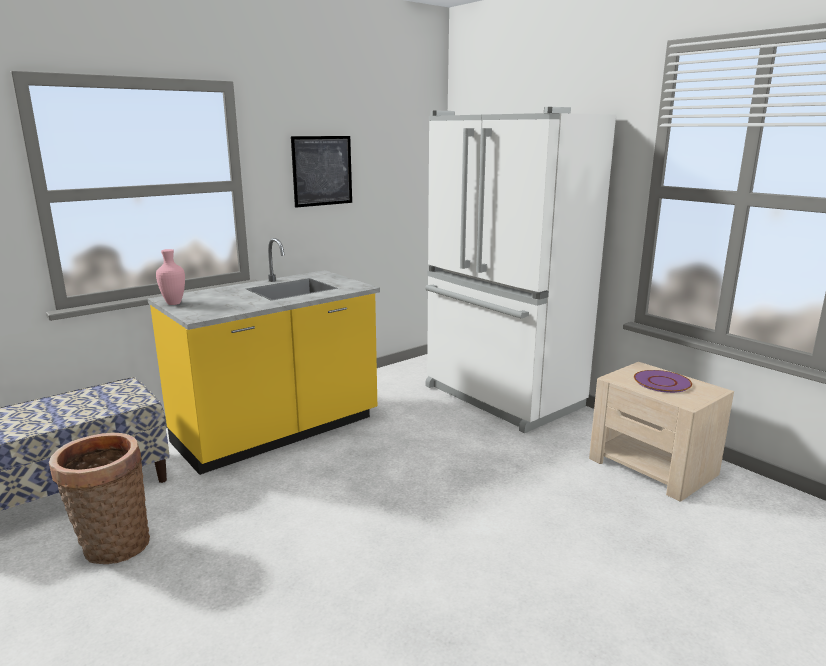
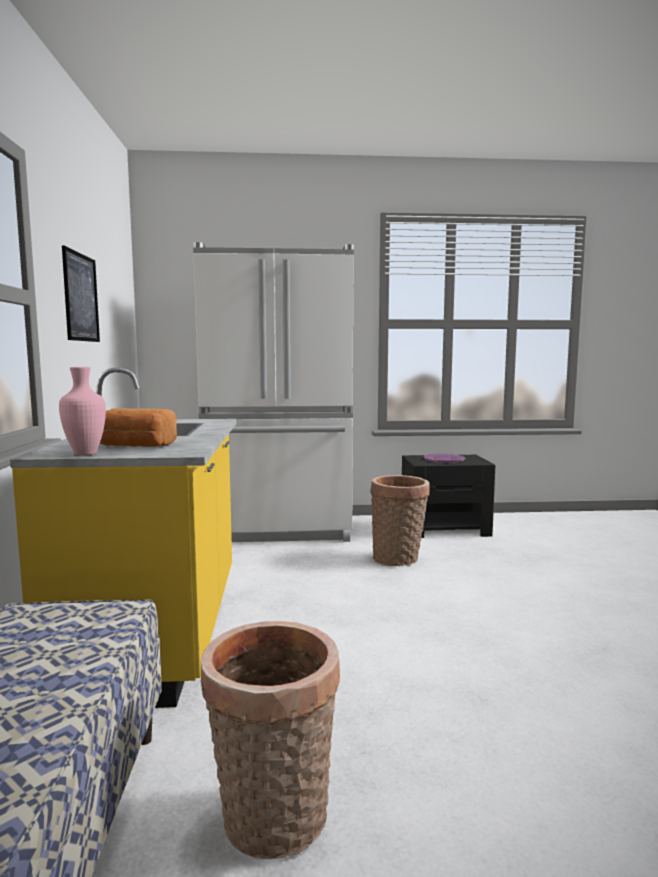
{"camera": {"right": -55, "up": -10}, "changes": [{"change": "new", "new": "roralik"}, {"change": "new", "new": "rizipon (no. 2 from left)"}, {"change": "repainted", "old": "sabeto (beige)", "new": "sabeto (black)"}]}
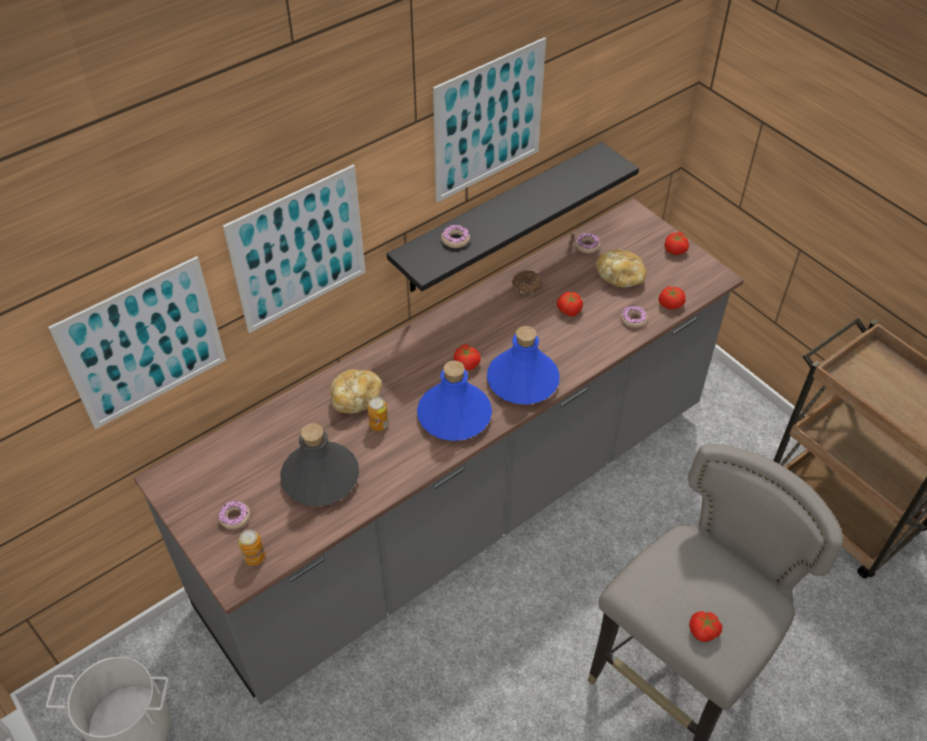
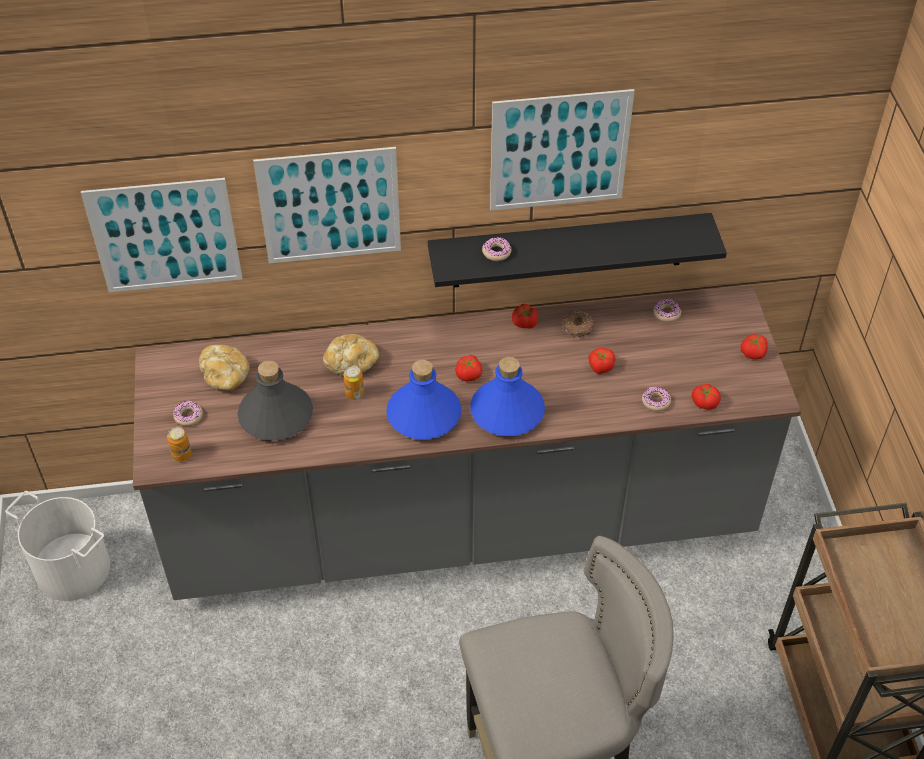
{"camera": {"right": 30, "up": 0}, "changes": [{"change": "shifted", "old": "roralik (no. 2 from left in the first image)", "new": "roralik (no. 1 from left)"}, {"change": "shifted", "old": "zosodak (no. 5 from left in the first image)", "new": "zosodak (no. 2 from left)"}]}
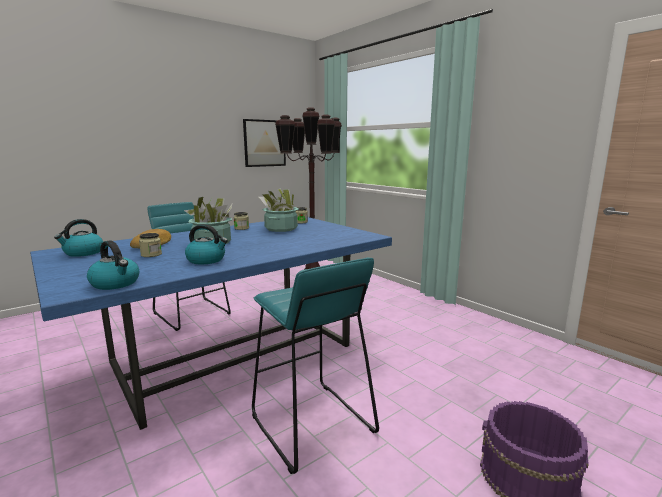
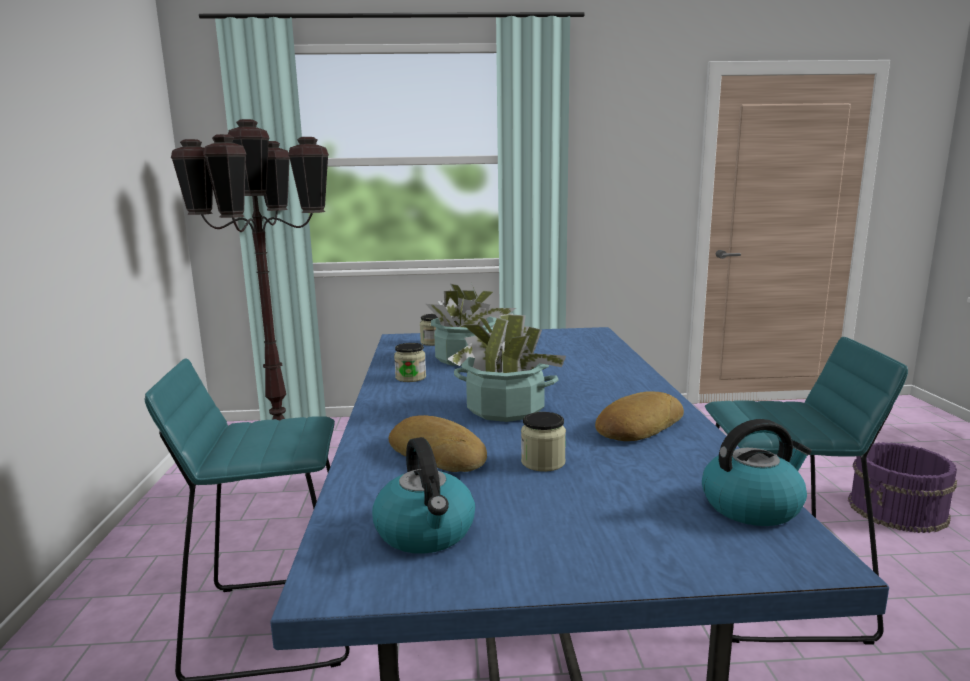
{"camera": {"right": -55, "up": 0}, "changes": [{"change": "gone", "old": "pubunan"}, {"change": "swapped", "old": "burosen (no. 3 from left)", "new": "roralik (no. 2 from left)"}]}
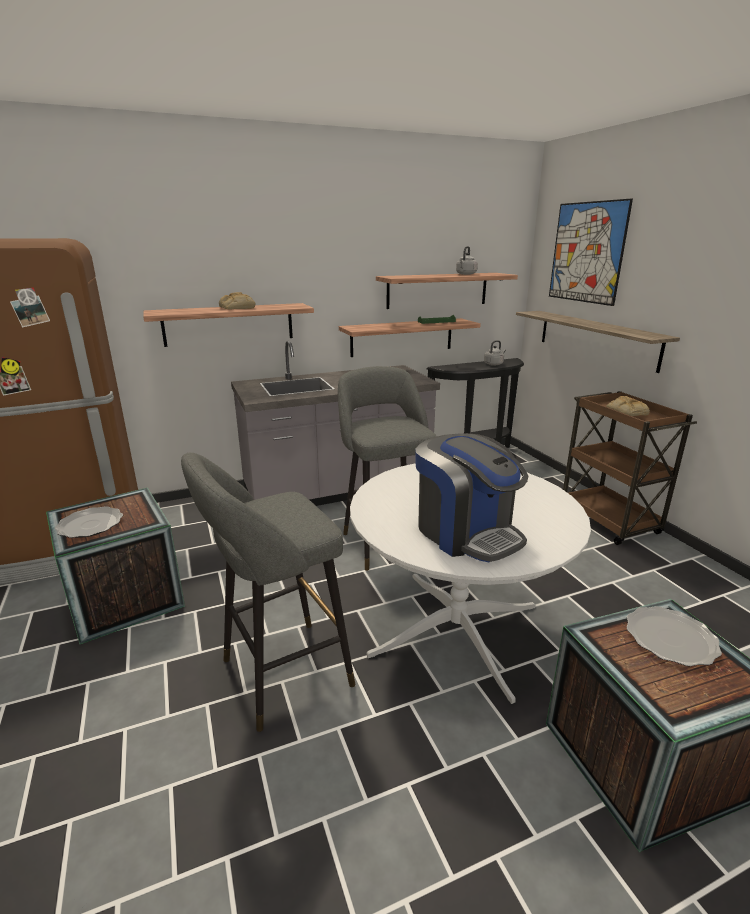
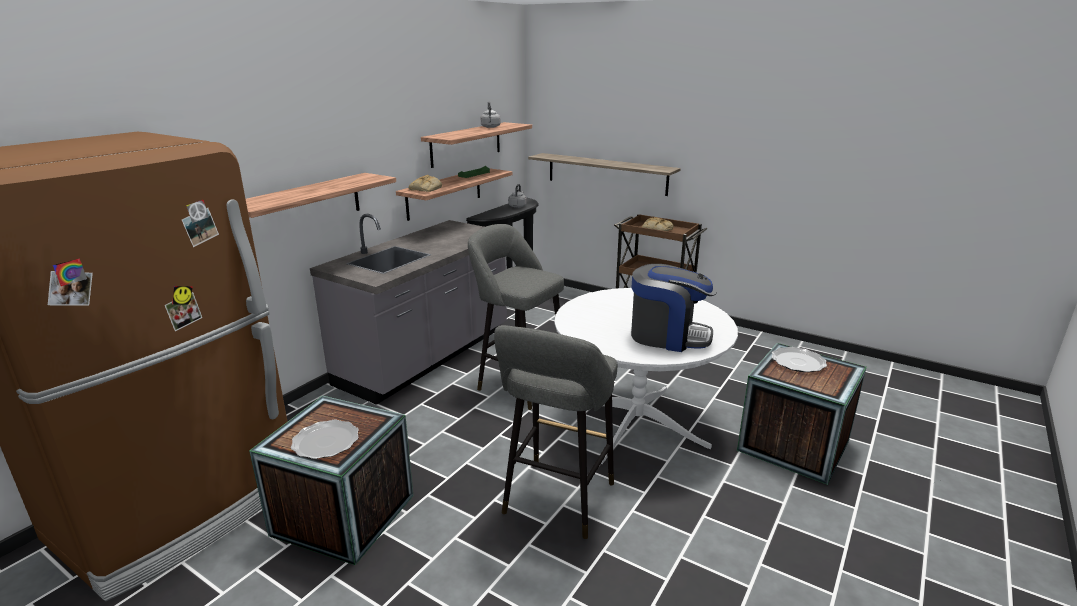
{"camera": {"right": -35, "up": 0}, "changes": [{"change": "gone", "old": "pubunan"}, {"change": "shifted", "old": "roralik (no. 1 from left)"}]}
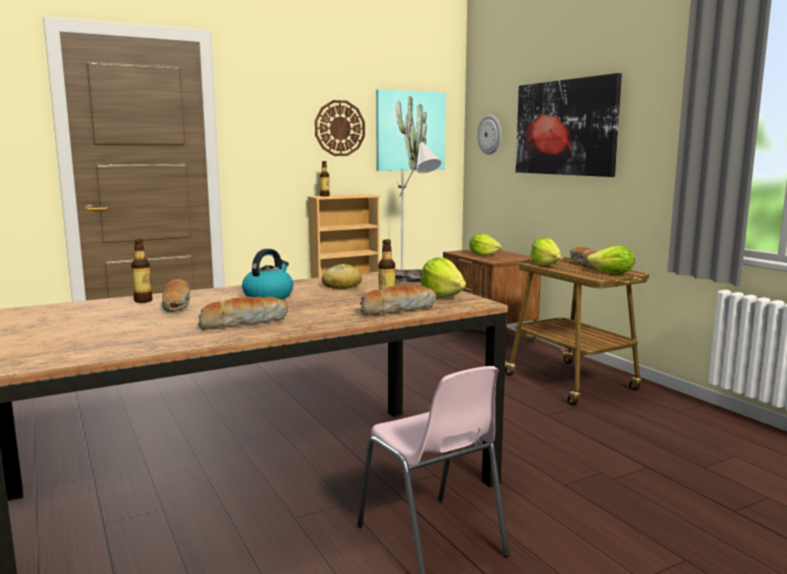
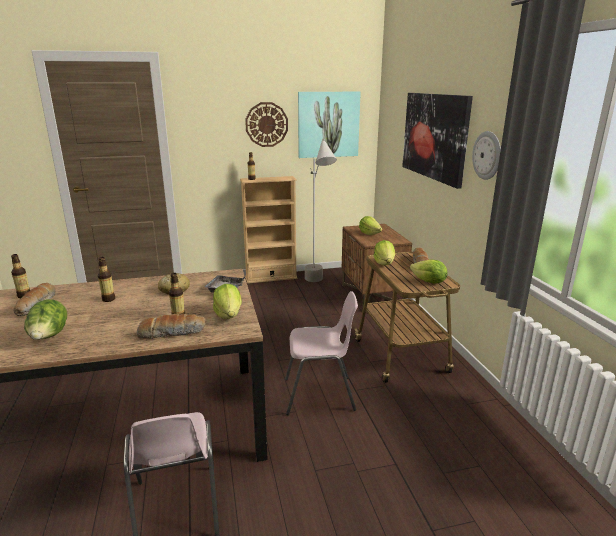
{"camera": {"right": 15, "up": 10}, "changes": [{"change": "new", "new": "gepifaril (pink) (no. 2 from left)"}, {"change": "shifted", "old": "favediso (no. 2 from left)"}, {"change": "swapped", "old": "roralik (no. 2 from left)", "new": "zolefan (no. 1 from left)"}, {"change": "swapped", "old": "burosen", "new": "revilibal (no. 2 from left)"}]}
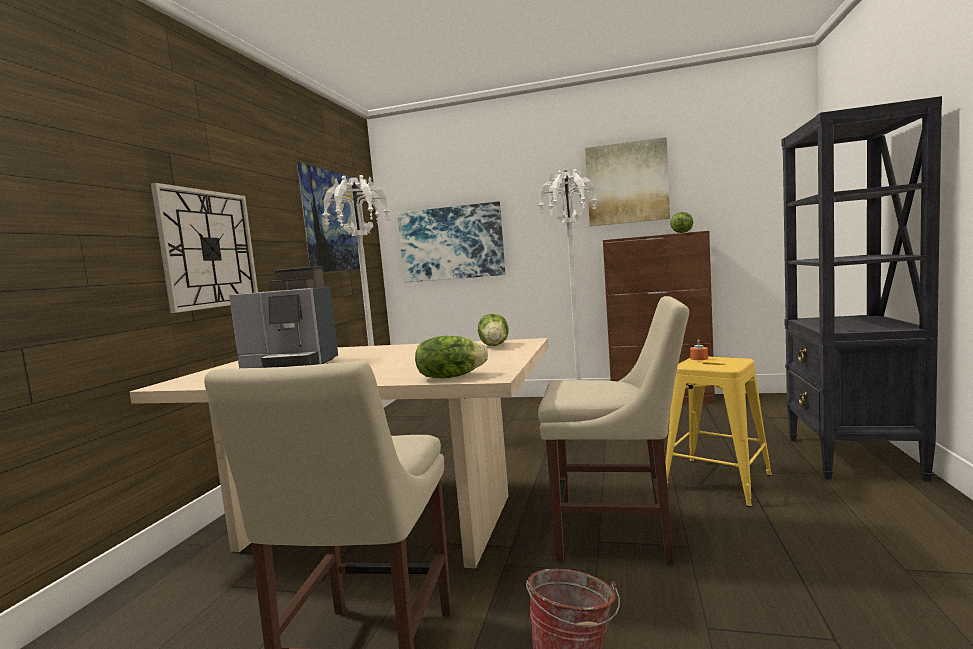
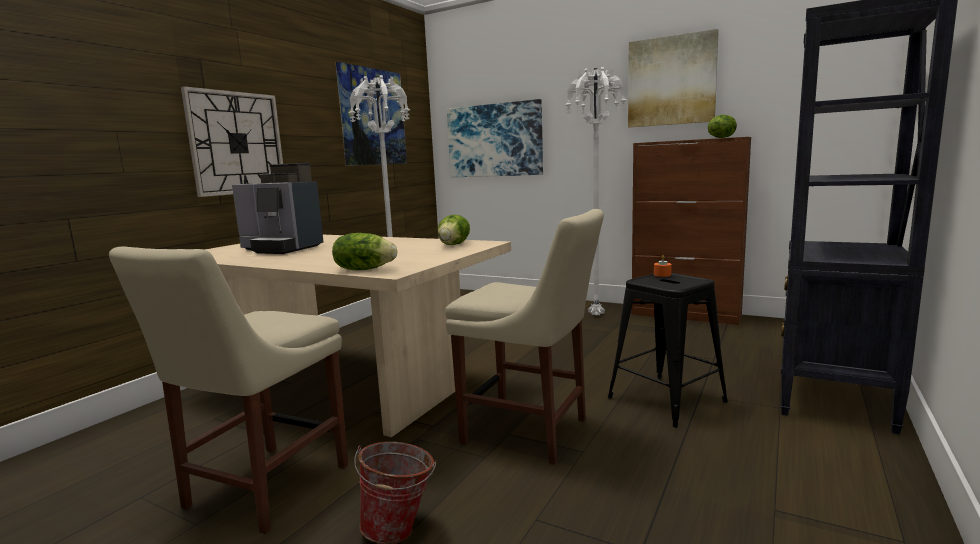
{"camera": {"right": 15, "up": 5}, "changes": [{"change": "repainted", "old": "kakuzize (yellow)", "new": "kakuzize (black)"}]}
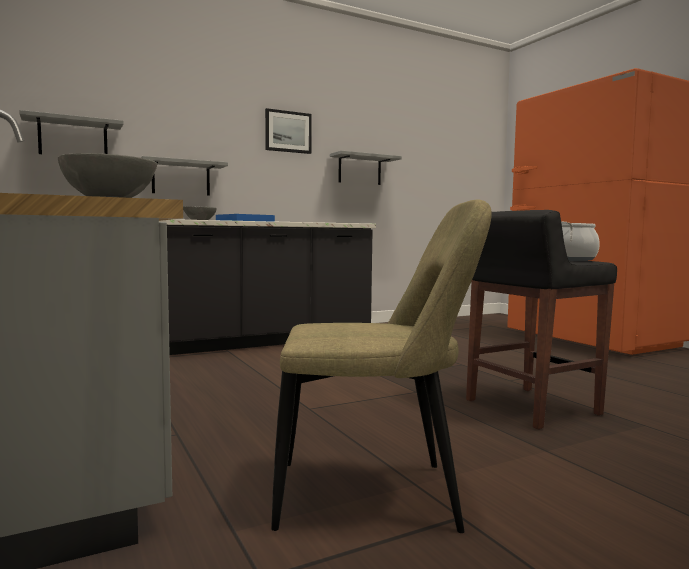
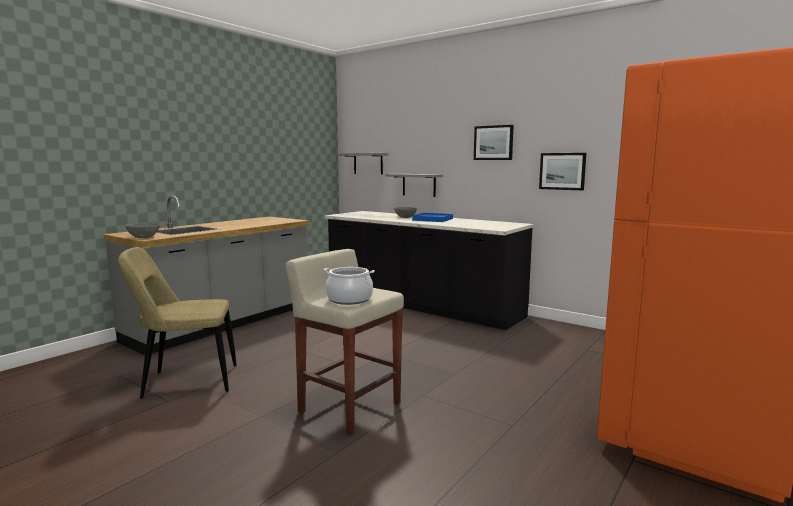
{"camera": {"right": 65, "up": 5}, "changes": [{"change": "swapped", "old": "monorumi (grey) (no. 3 from left)", "new": "pubunan (no. 2 from left)"}, {"change": "repainted", "old": "kakuzize (black)", "new": "kakuzize (beige)"}, {"change": "rotated", "old": "gepifaril (beige)", "degrees": 105}]}
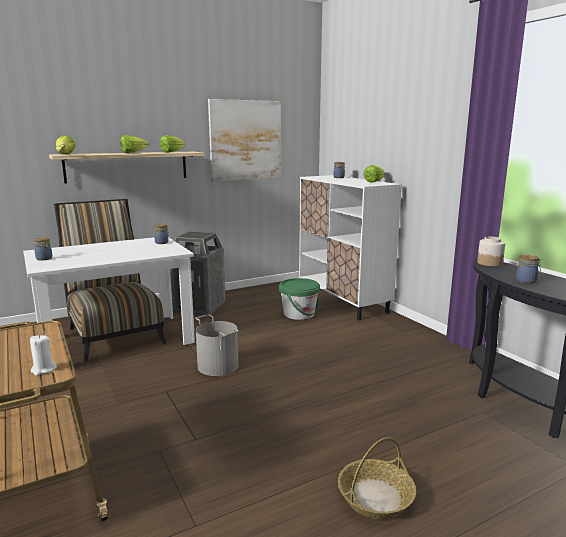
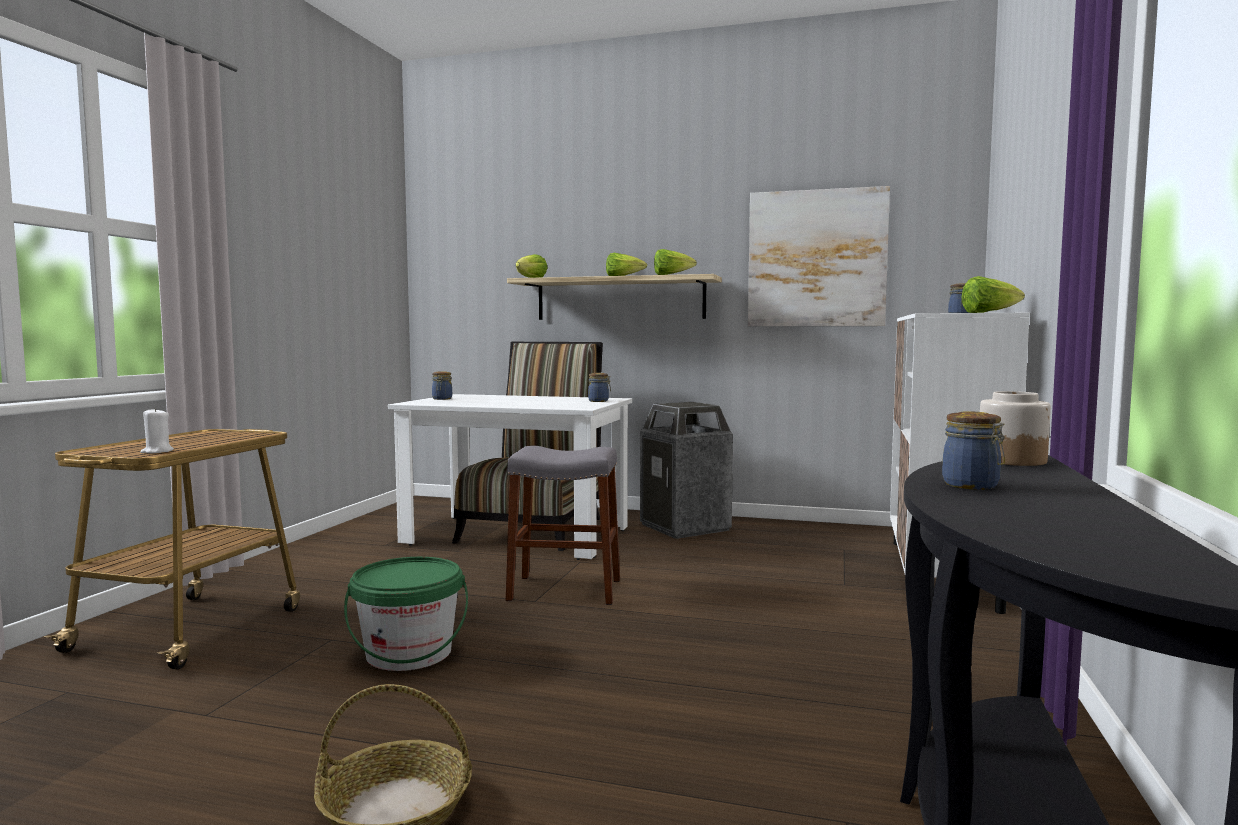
{"camera": {"right": 45, "up": -10}, "changes": [{"change": "shifted", "old": "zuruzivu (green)"}, {"change": "swapped", "old": "zuruzivu (grey)", "new": "kakuzize (grey)"}]}
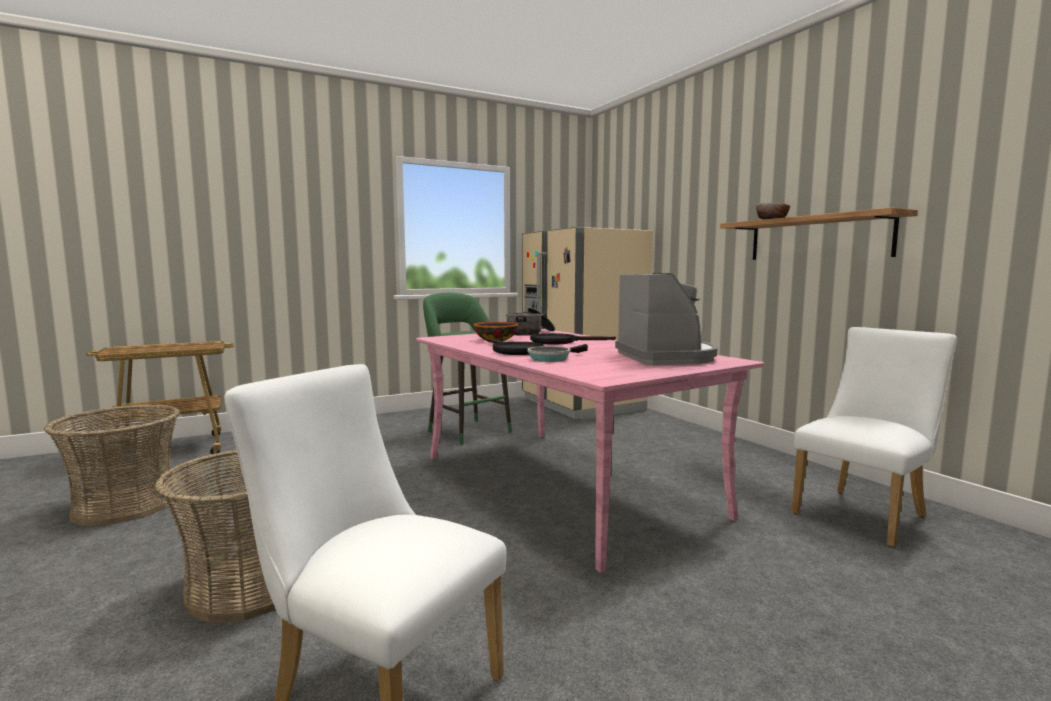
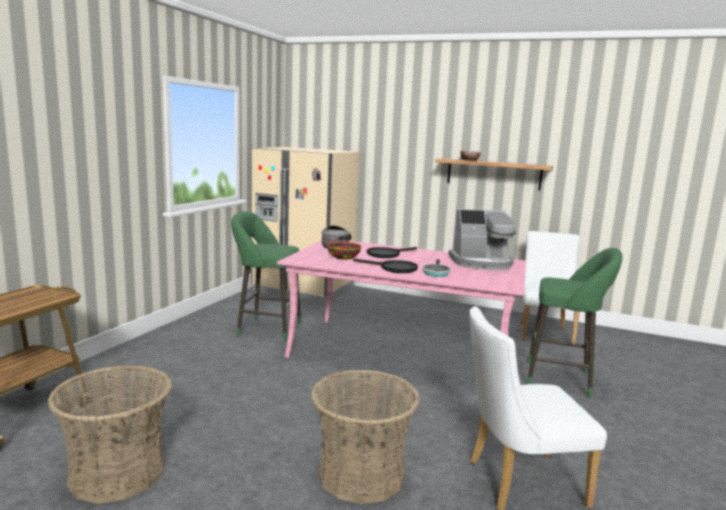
{"camera": {"right": -40, "up": 5}, "changes": [{"change": "new", "new": "kakuzize (green) (no. 2 from left)"}, {"change": "rotated", "old": "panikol", "degrees": 135}]}
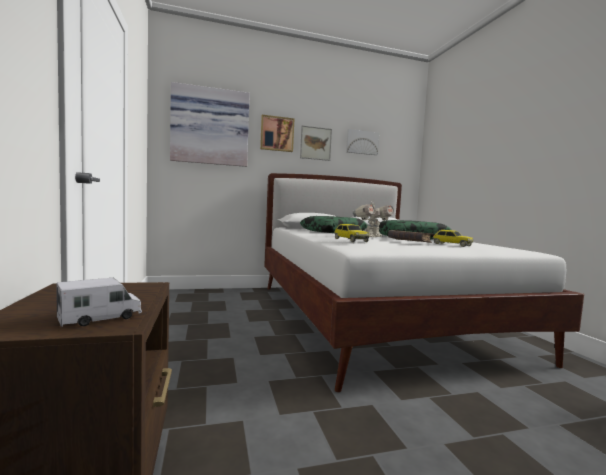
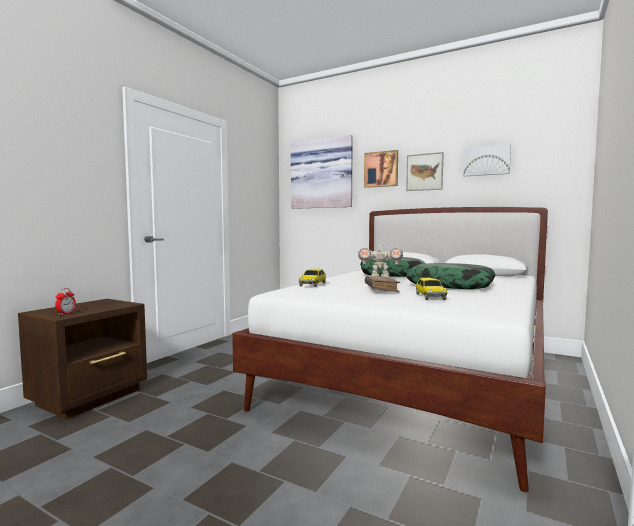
{"camera": {"right": 45, "up": 0}, "changes": [{"change": "swapped", "old": "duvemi", "new": "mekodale"}]}
